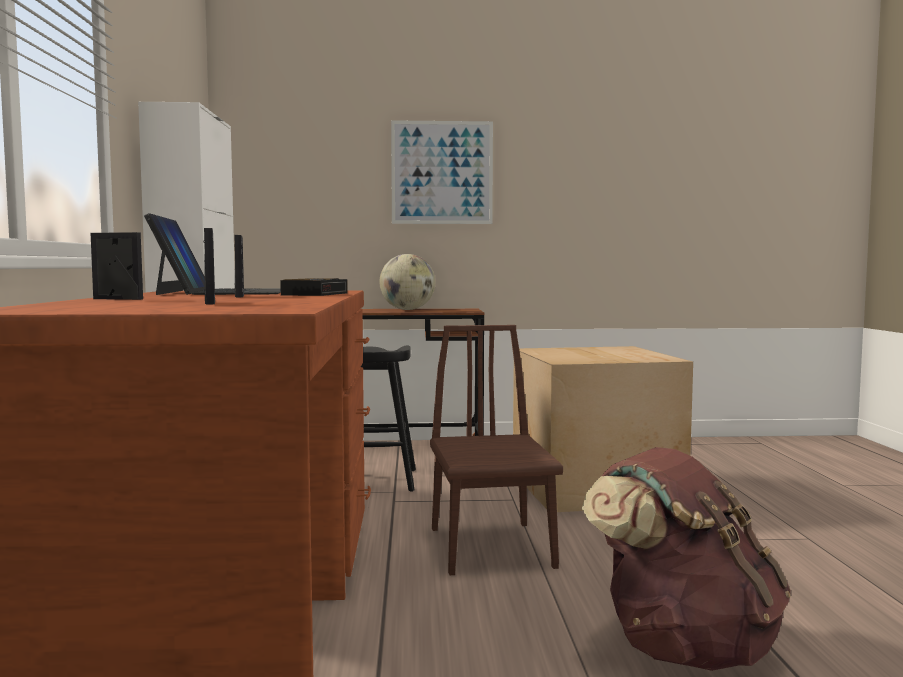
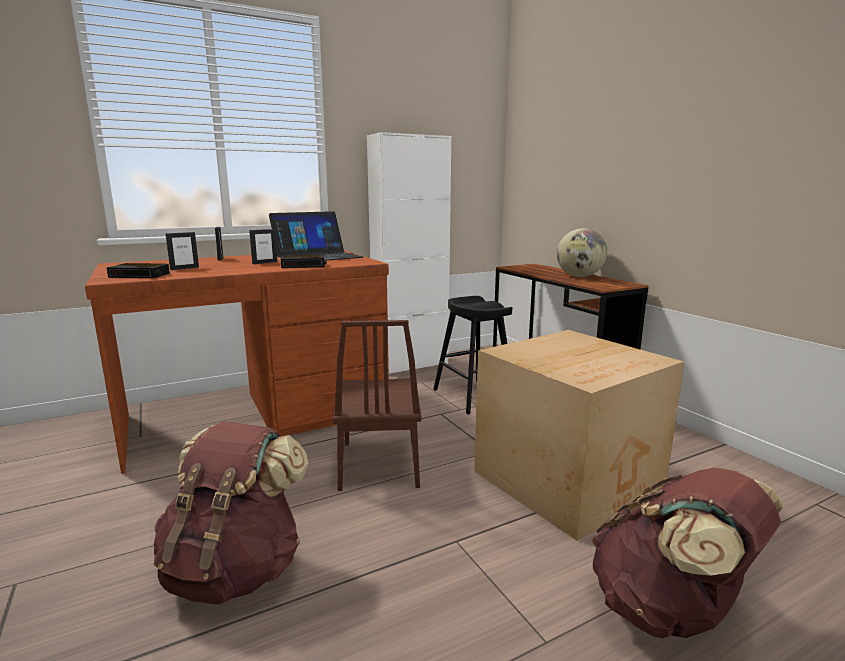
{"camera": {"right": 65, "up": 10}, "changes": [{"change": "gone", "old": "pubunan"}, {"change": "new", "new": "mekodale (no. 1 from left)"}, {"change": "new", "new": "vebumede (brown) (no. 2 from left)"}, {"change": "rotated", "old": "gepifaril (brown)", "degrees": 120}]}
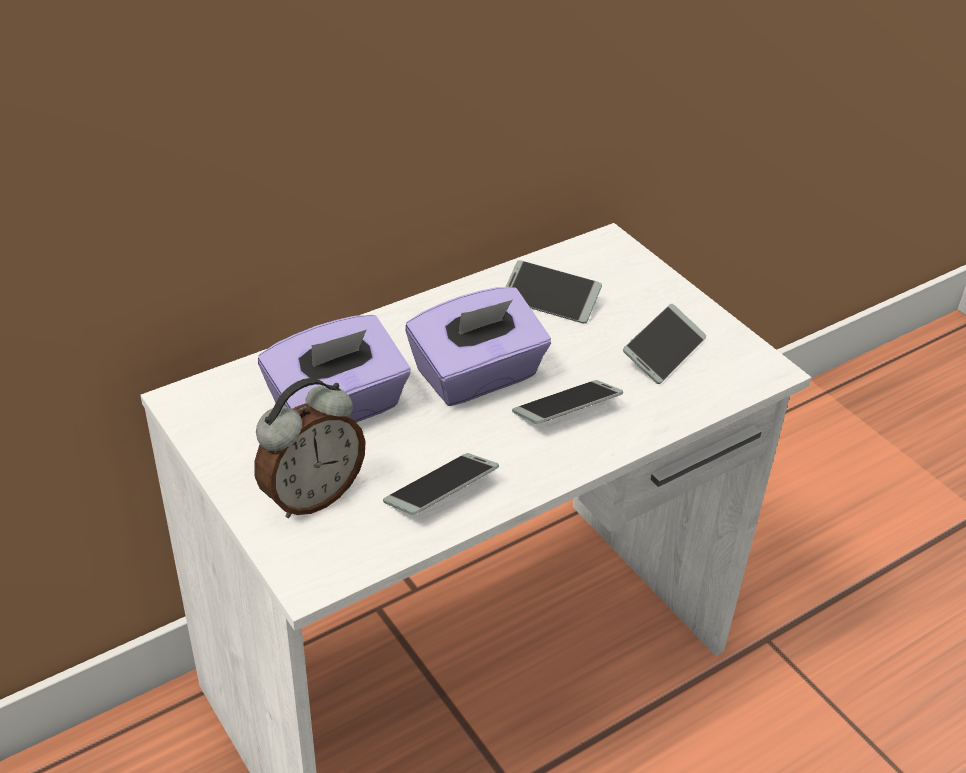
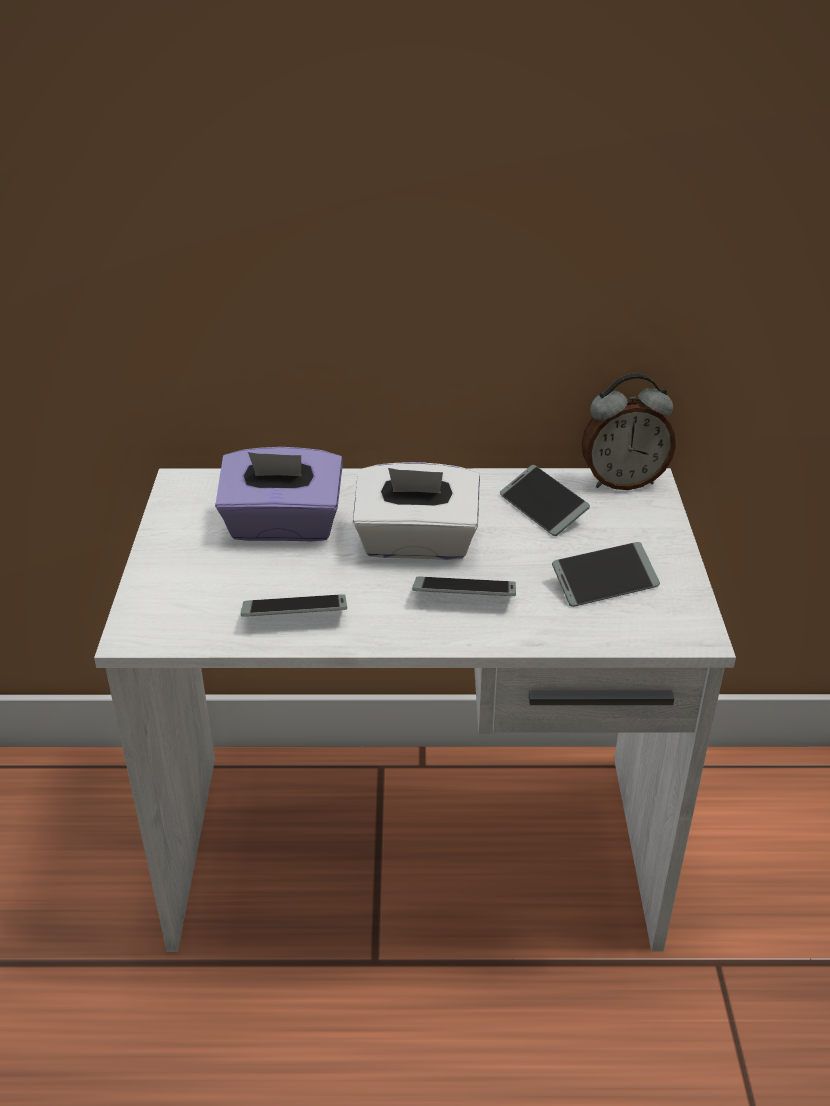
{"camera": {"right": 35, "up": -5}, "changes": [{"change": "shifted", "old": "mekodale"}, {"change": "repainted", "old": "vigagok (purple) (no. 2 from left)", "new": "vigagok (white)"}]}
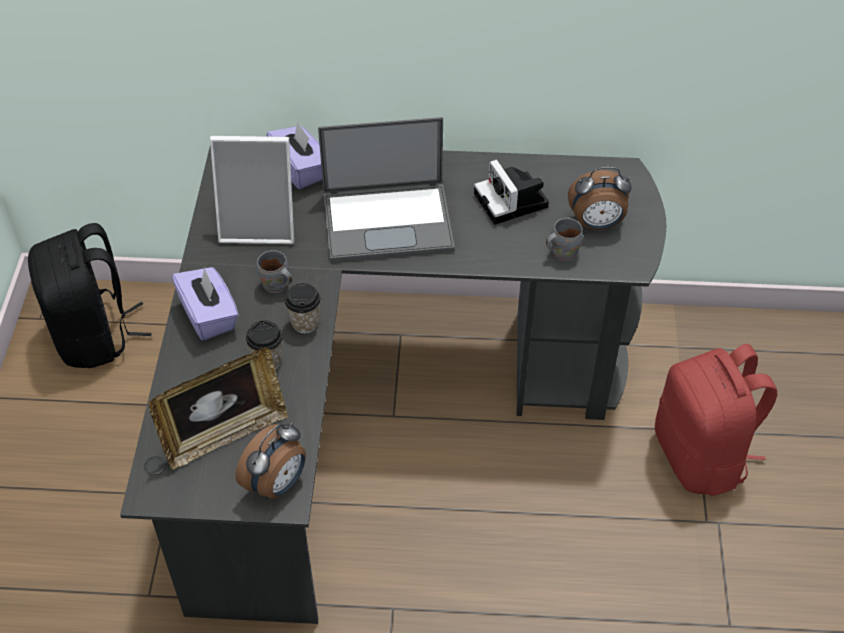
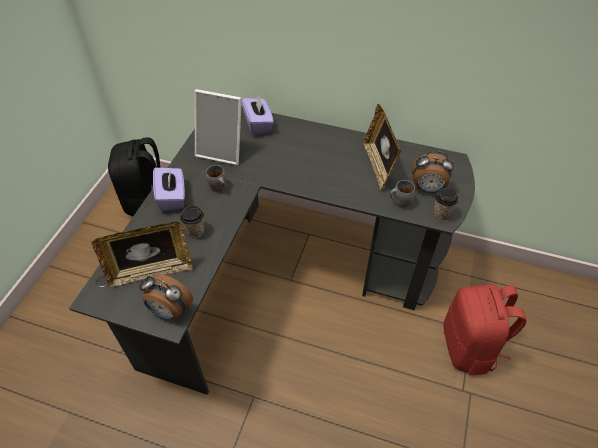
{"camera": {"right": 15, "up": 0}, "changes": [{"change": "gone", "old": "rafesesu"}, {"change": "shifted", "old": "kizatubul (no. 2 from left)"}, {"change": "swapped", "old": "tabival", "new": "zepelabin (no. 3 from left)"}, {"change": "rotated", "old": "mekodale (no. 1 from left)", "degrees": 60}]}
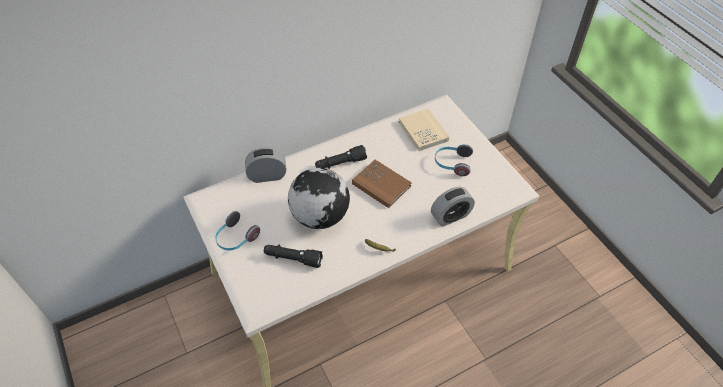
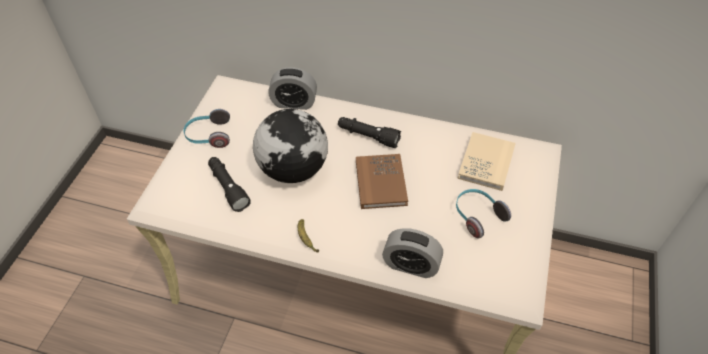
{"camera": {"right": 45, "up": 0}, "changes": [{"change": "rotated", "old": "mekodale (no. 1 from left)", "degrees": 150}]}
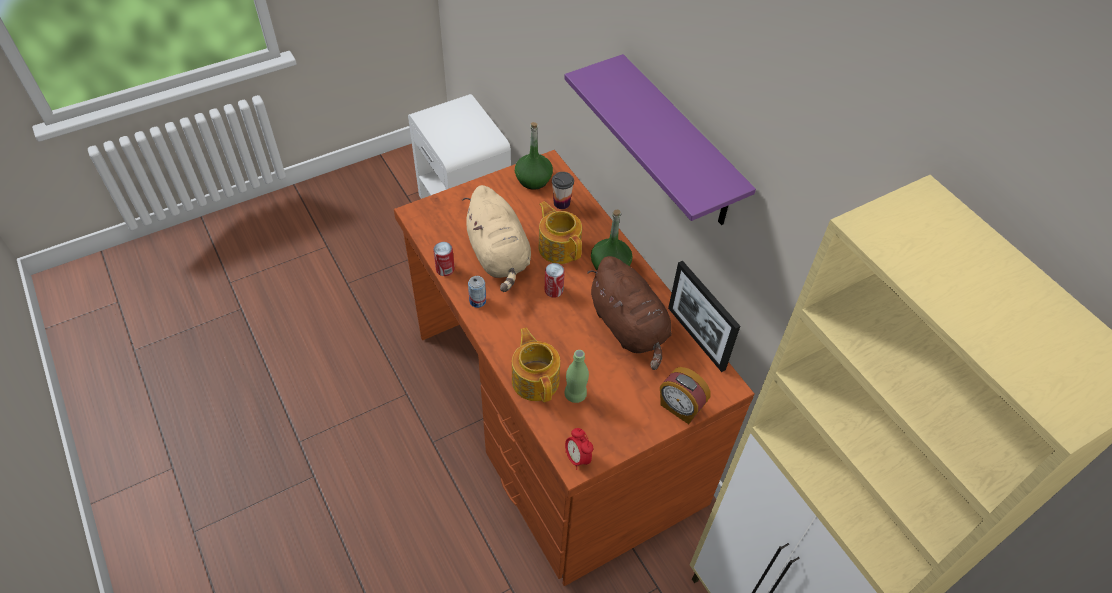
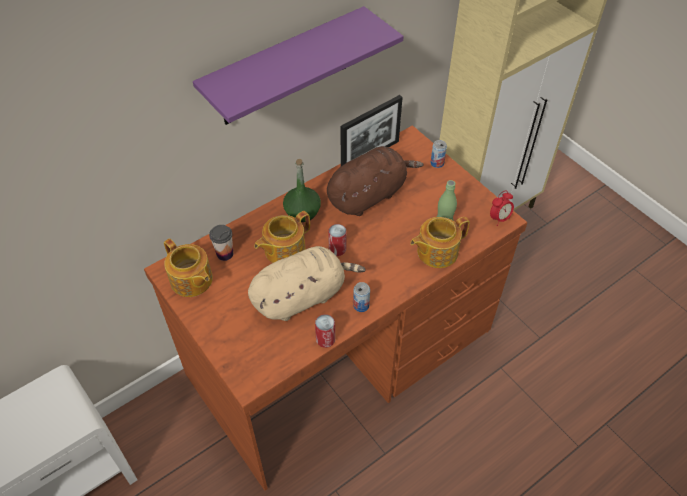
{"camera": {"right": -95, "up": 0}, "changes": [{"change": "swapped", "old": "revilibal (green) (no. 1 from left)", "new": "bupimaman (no. 1 from left)"}, {"change": "swapped", "old": "mekodale (no. 2 from left)", "new": "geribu (no. 4 from left)"}]}
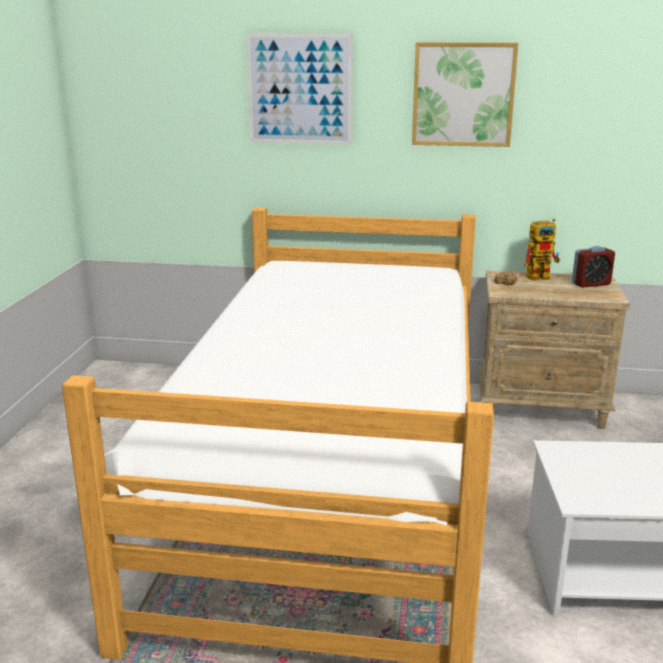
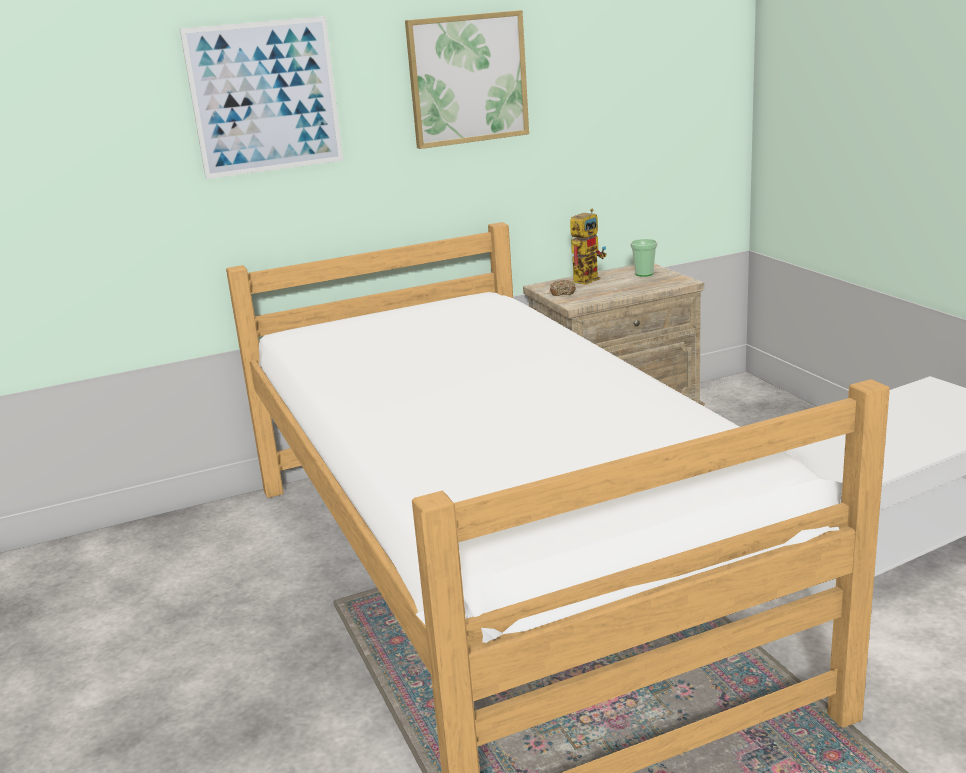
{"camera": {"right": -30, "up": 0}, "changes": [{"change": "swapped", "old": "mekodale", "new": "kizatubul"}]}
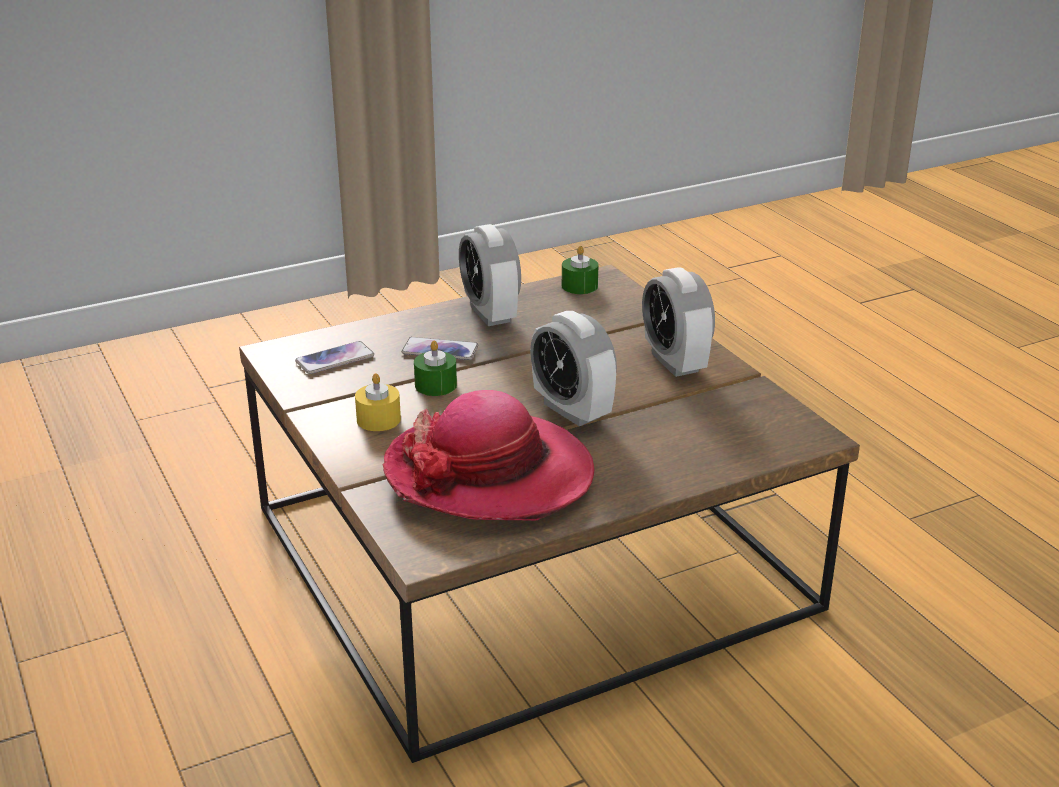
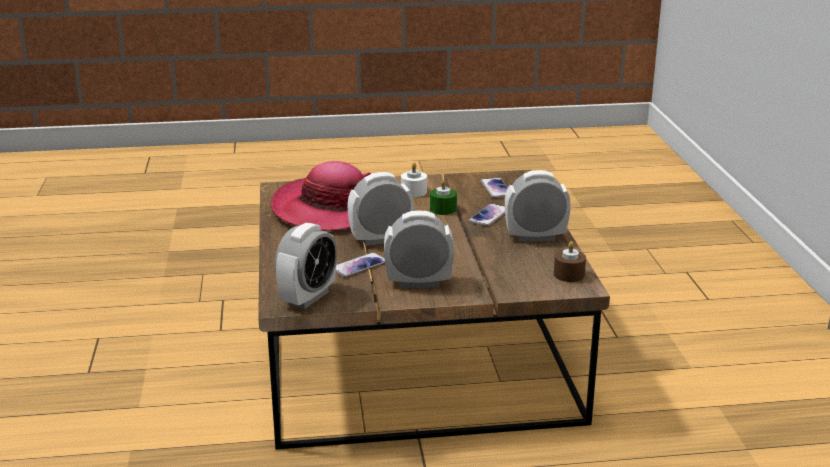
{"camera": {"right": 110, "up": -5}, "changes": [{"change": "new", "new": "mekodale (no. 1 from left)"}, {"change": "new", "new": "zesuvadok (no. 1 from left)"}, {"change": "repainted", "old": "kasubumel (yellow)", "new": "kasubumel (white)"}, {"change": "repainted", "old": "kasubumel (green) (no. 2 from left)", "new": "kasubumel (brown)"}]}
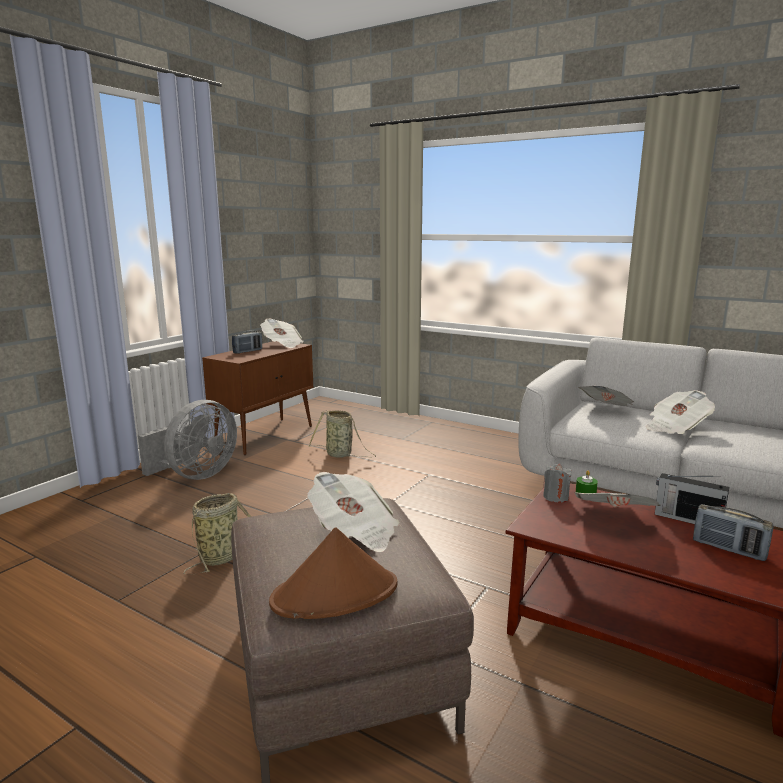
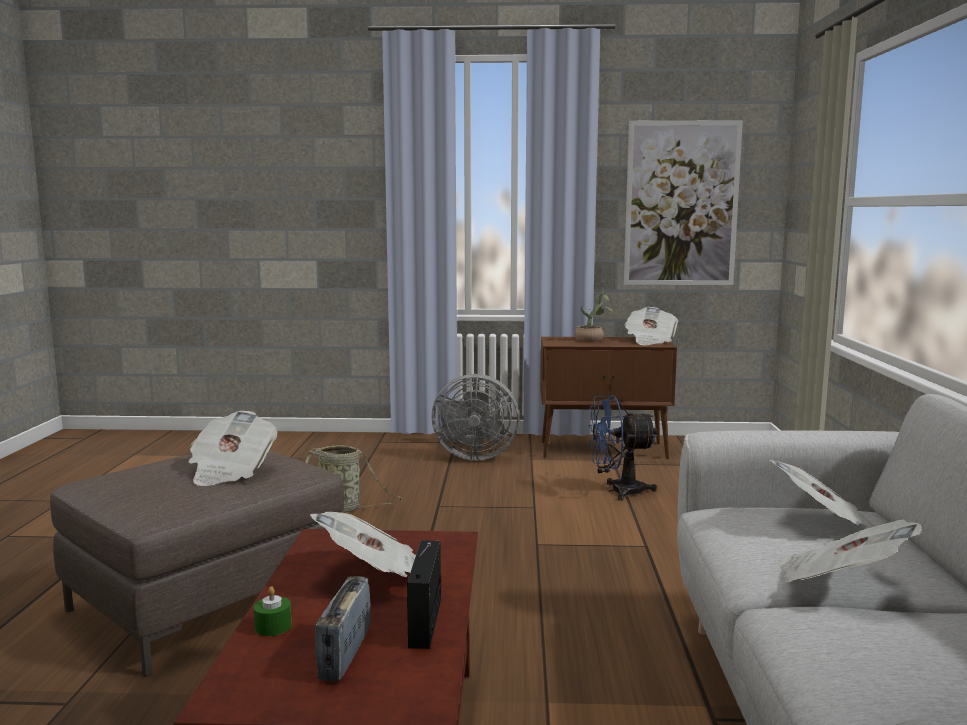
{"camera": {"right": 60, "up": -5}, "changes": [{"change": "gone", "old": "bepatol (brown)"}, {"change": "gone", "old": "kasubumel (grey)"}, {"change": "new", "new": "pubunan"}, {"change": "shifted", "old": "kasubumel (green)"}, {"change": "swapped", "old": "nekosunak (no. 1 from left)", "new": "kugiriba"}, {"change": "swapped", "old": "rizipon (no. 2 from left)", "new": "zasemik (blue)"}]}
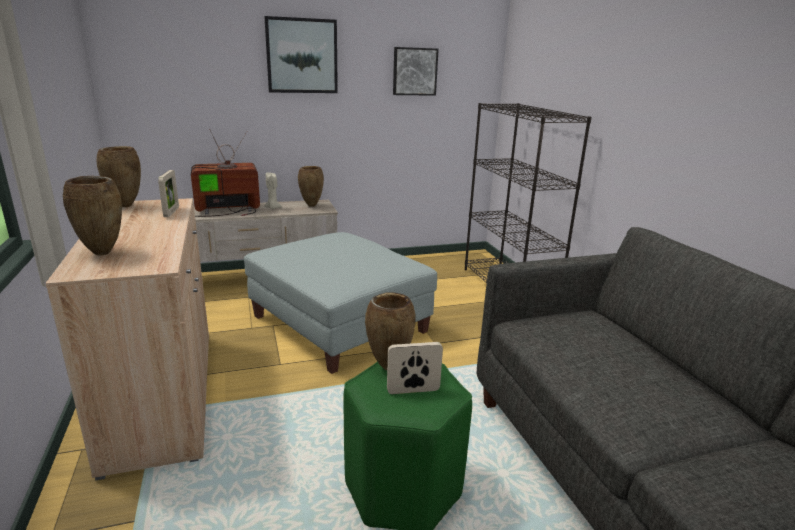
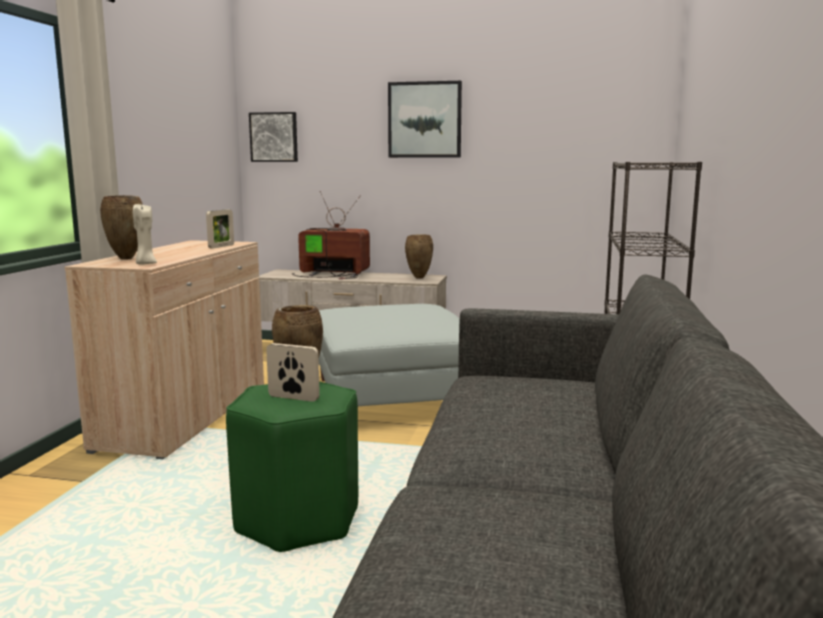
{"camera": {"right": 30, "up": -10}, "changes": [{"change": "gone", "old": "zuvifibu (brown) (no. 2 from left)"}, {"change": "shifted", "old": "kasubumel (beige)"}, {"change": "shifted", "old": "pubunan (no. 2 from left in the first image)", "new": "pubunan (no. 1 from left)"}]}
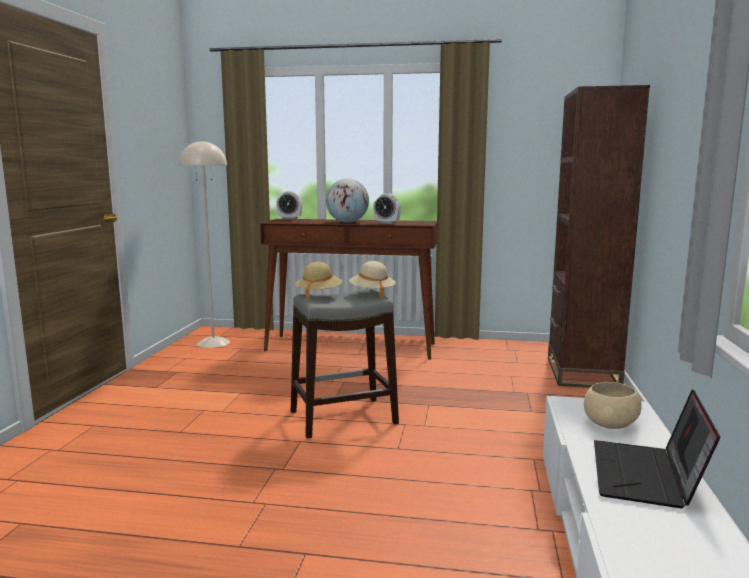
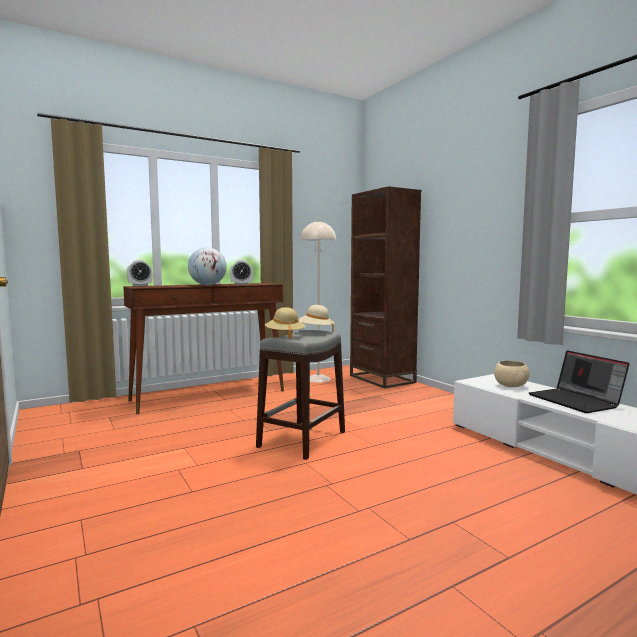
{"camera": {"right": -40, "up": -5}, "changes": [{"change": "shifted", "old": "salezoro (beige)"}]}
